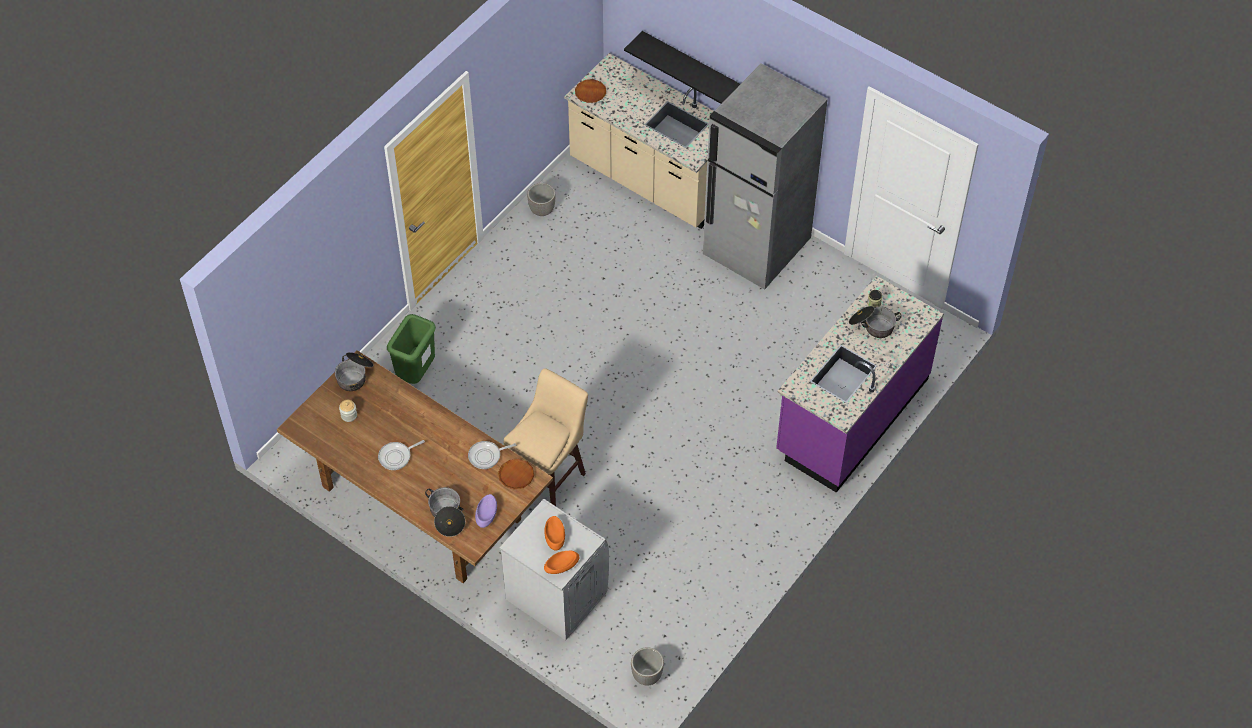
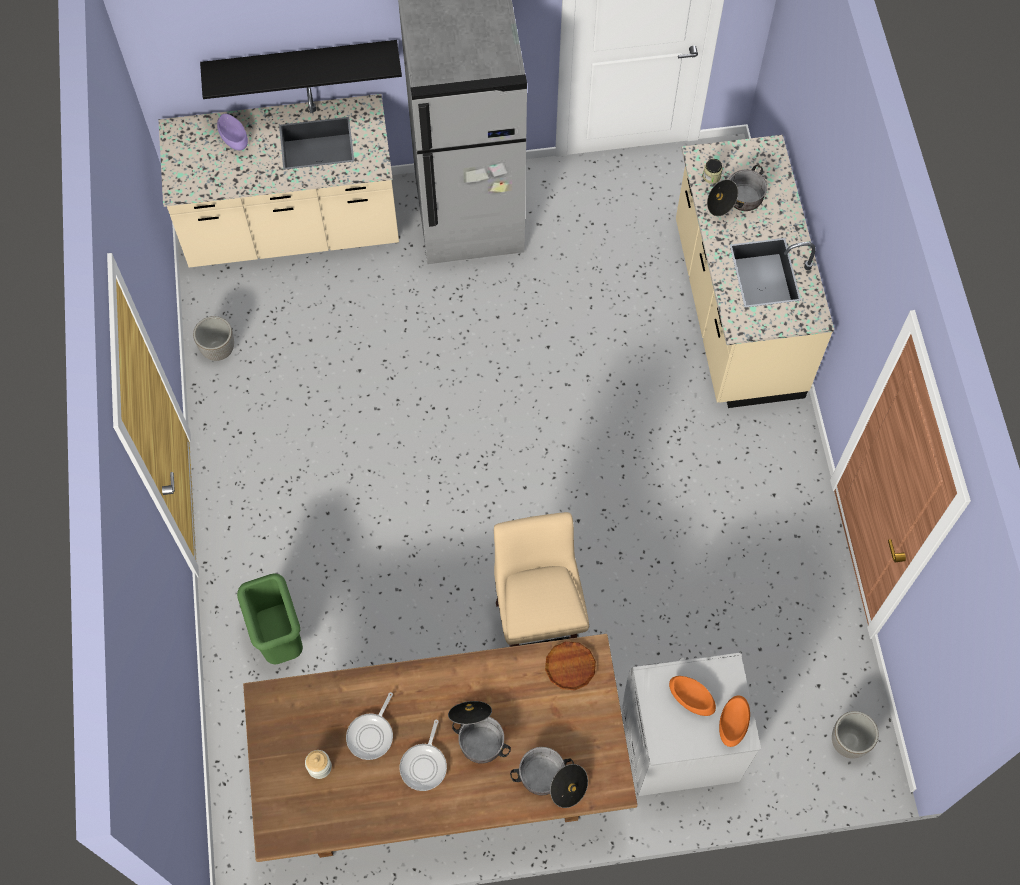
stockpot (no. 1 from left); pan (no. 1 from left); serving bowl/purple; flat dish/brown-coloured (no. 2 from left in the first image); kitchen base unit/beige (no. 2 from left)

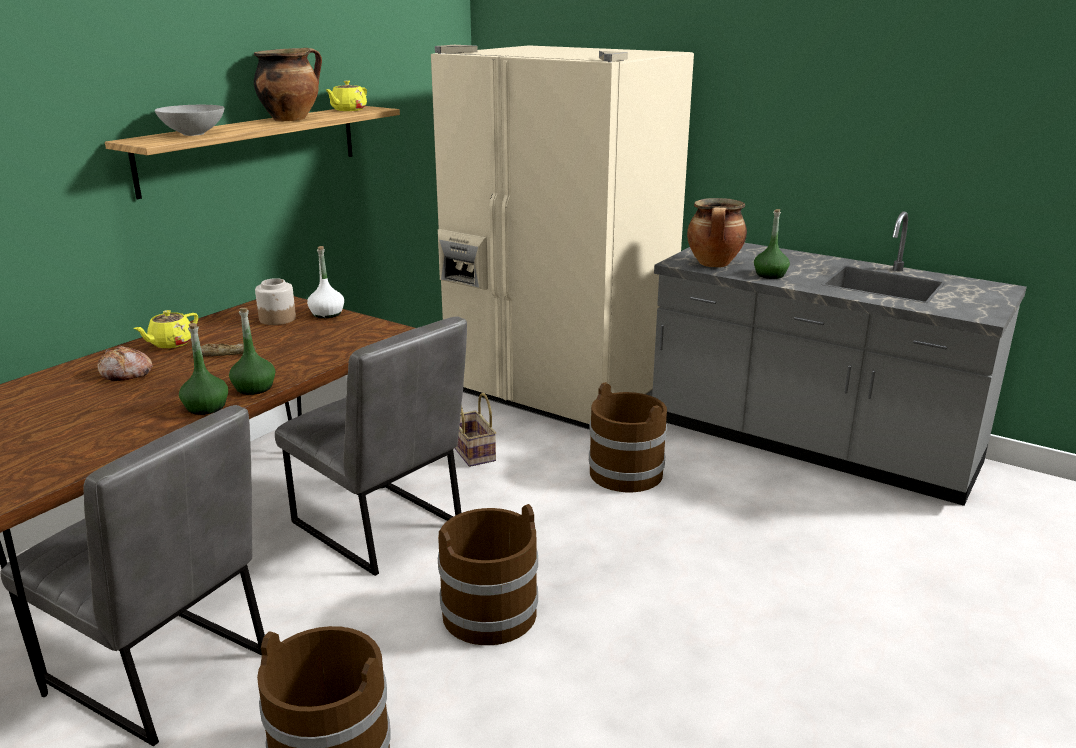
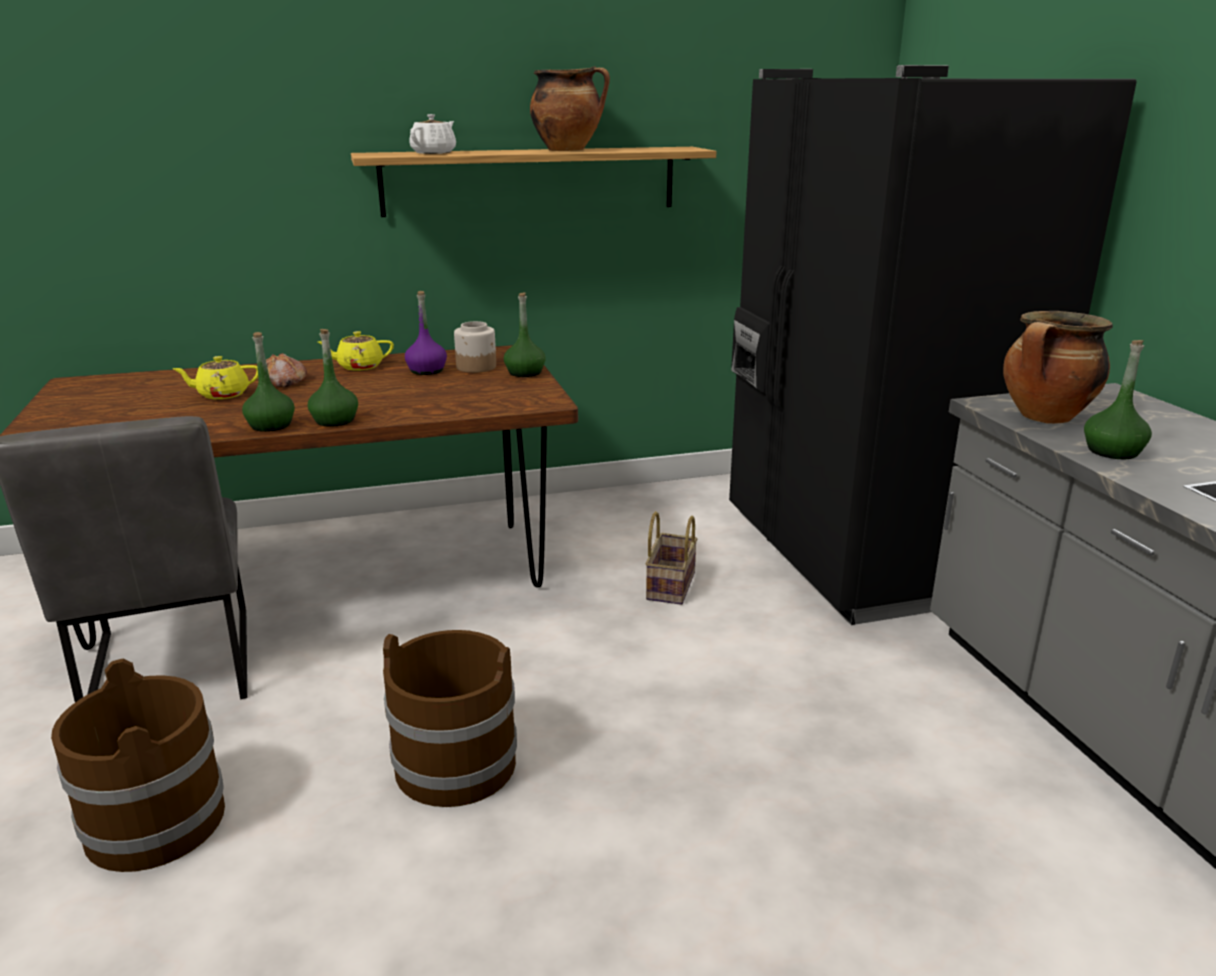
tea pot/white-coloured; baked bread (no. 2 from left in the first image); upright chair/gray (no. 2 from left in the first image); beverage bottle/green (no. 3 from left); tea pot/yellow-coloured (no. 1 from left); kitchen fridge/black-coloured; pail/brown-coloured (no. 3 from left in the first image); beverage bottle/purple

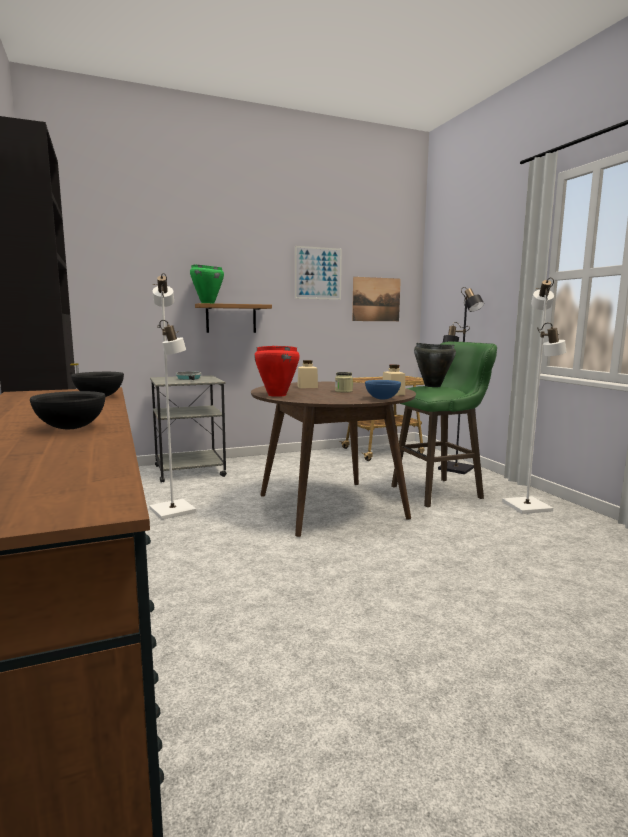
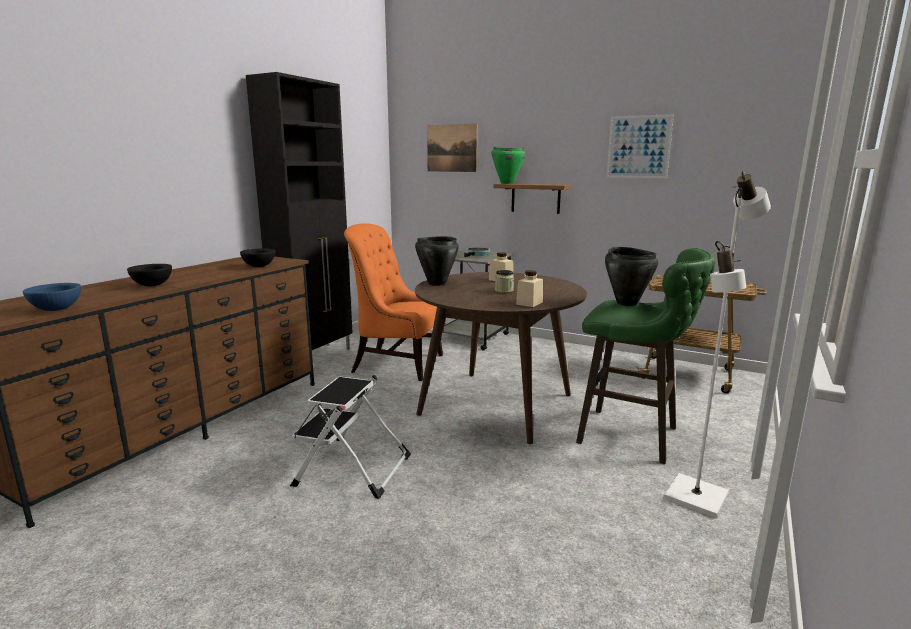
upright chair/orange; stockpot/black-coloured (no. 1 from left); wall picture (no. 1 from left); serving bowl/blue-coloured; standing lamp/black-coloured; step ladder

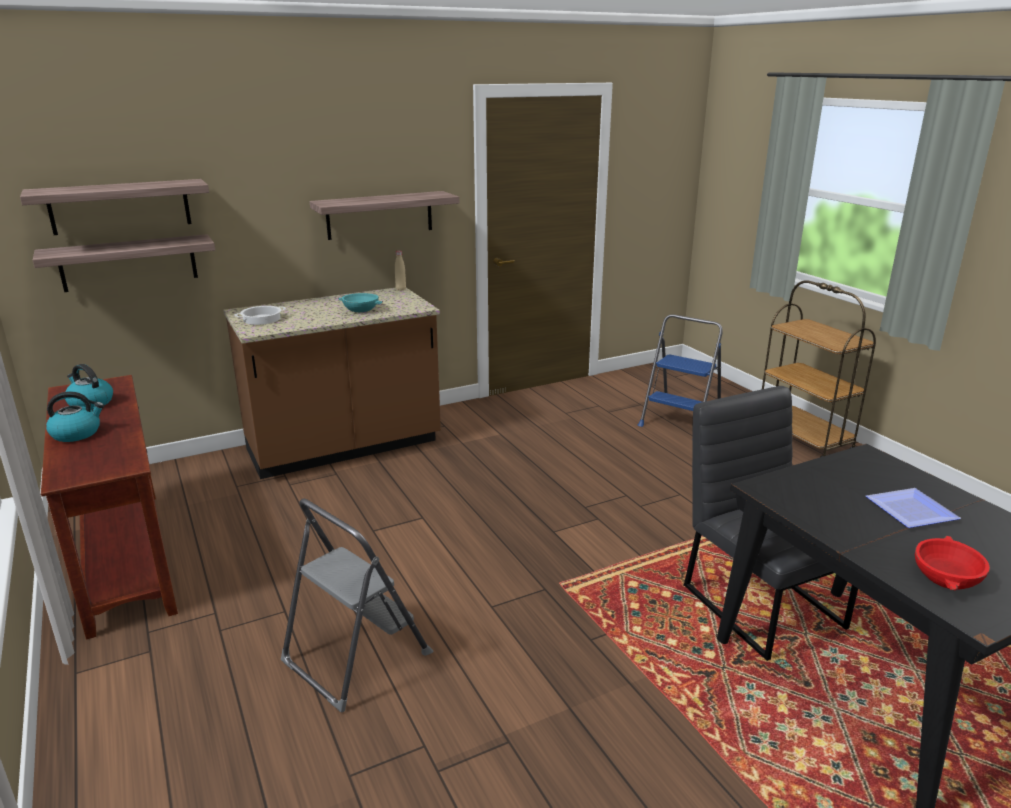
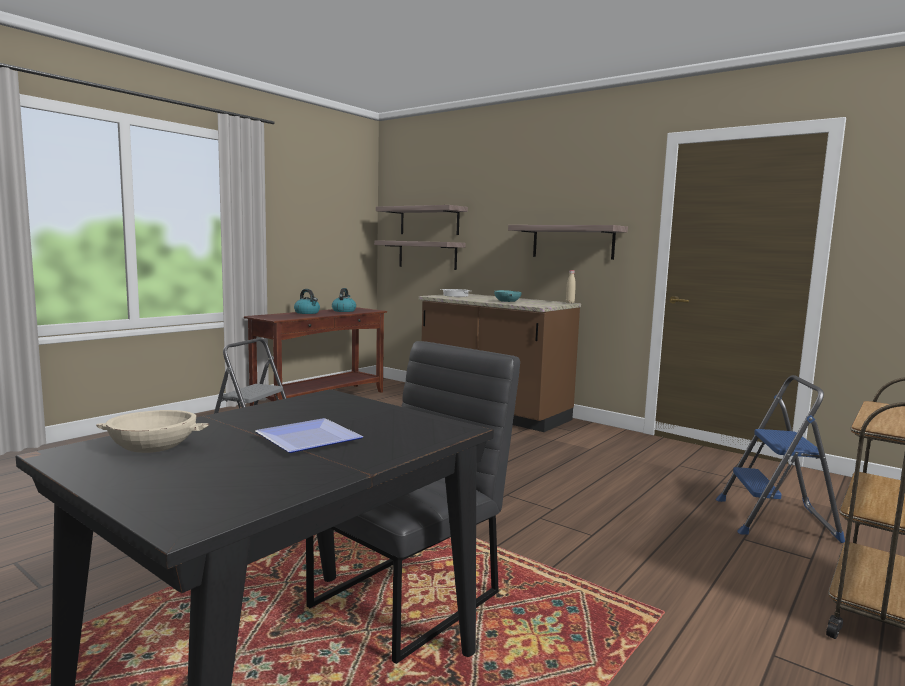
serving bowl/beige

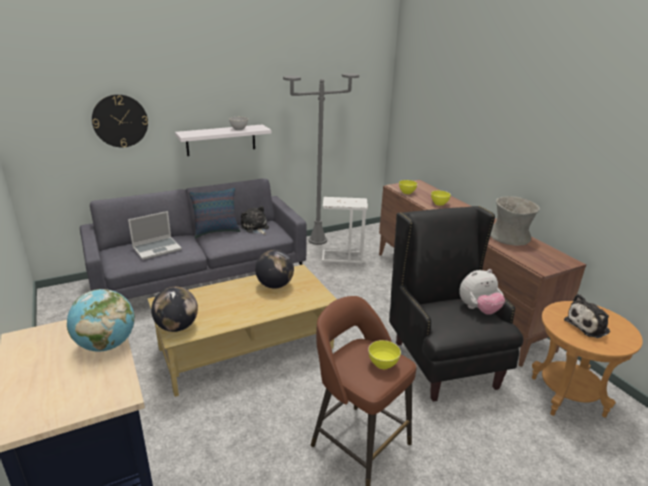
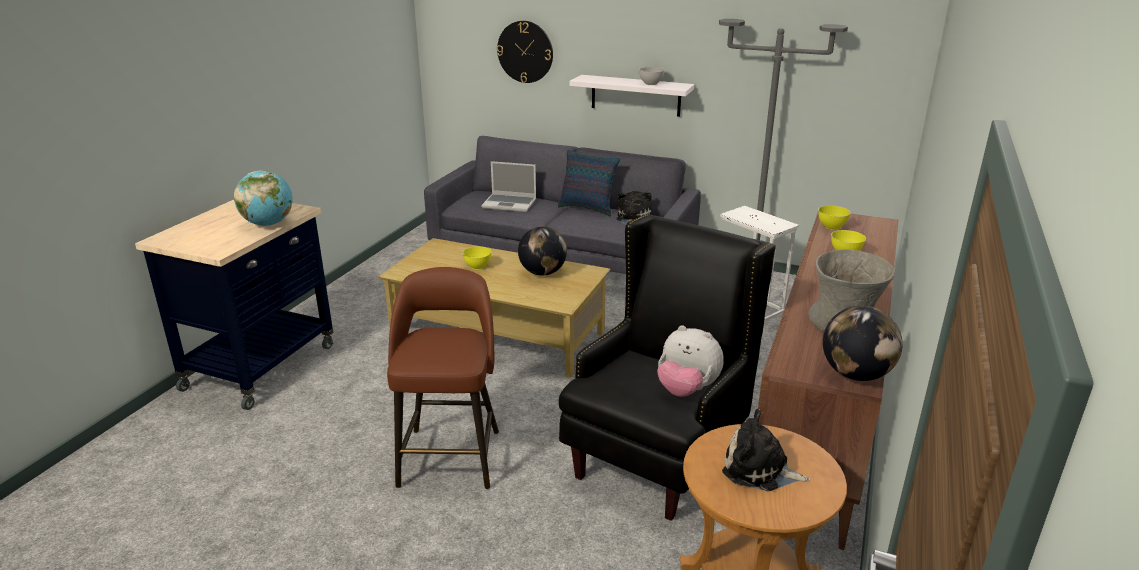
world globe (no. 3 from left); serving bowl/yellow-coloured (no. 1 from left)

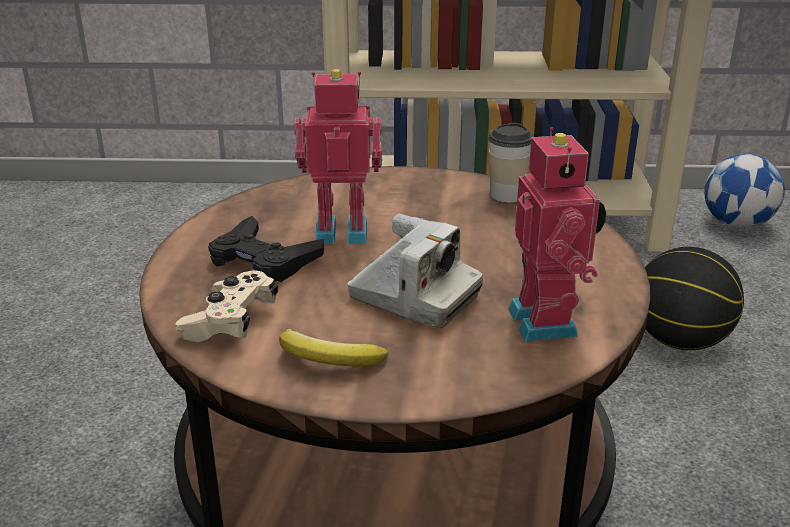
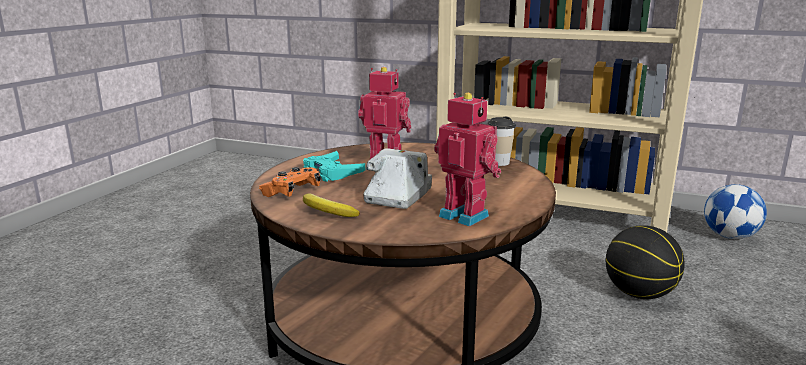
game controller/orange; game controller/turquoise; still camera; robot figure (no. 2 from left)

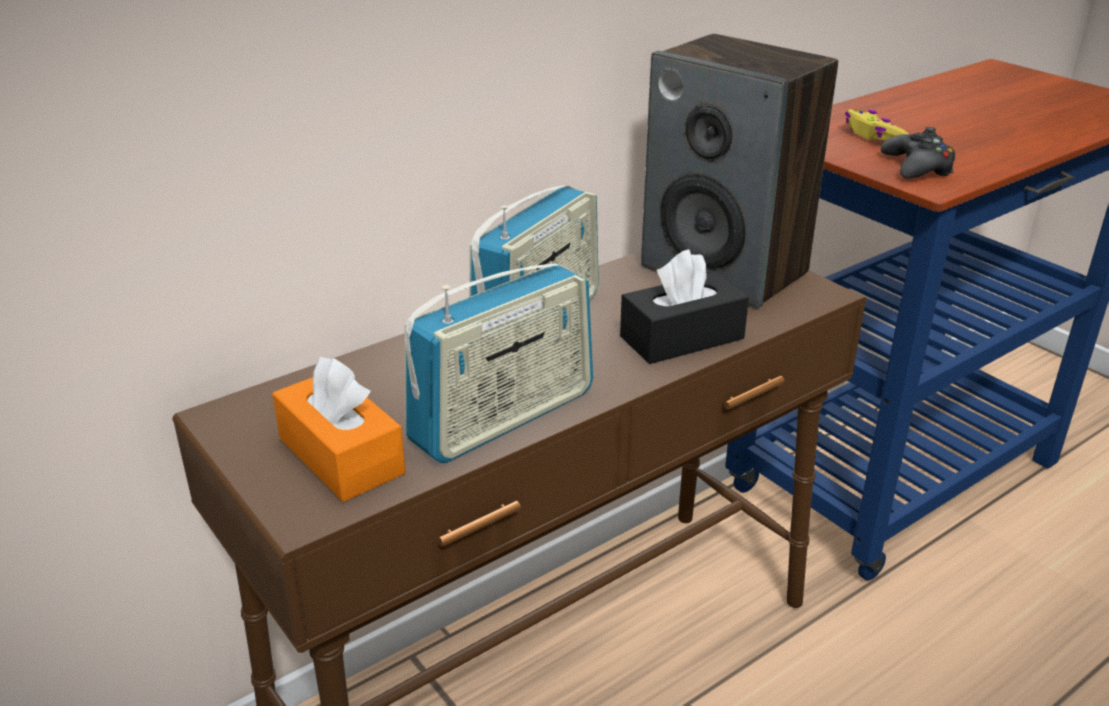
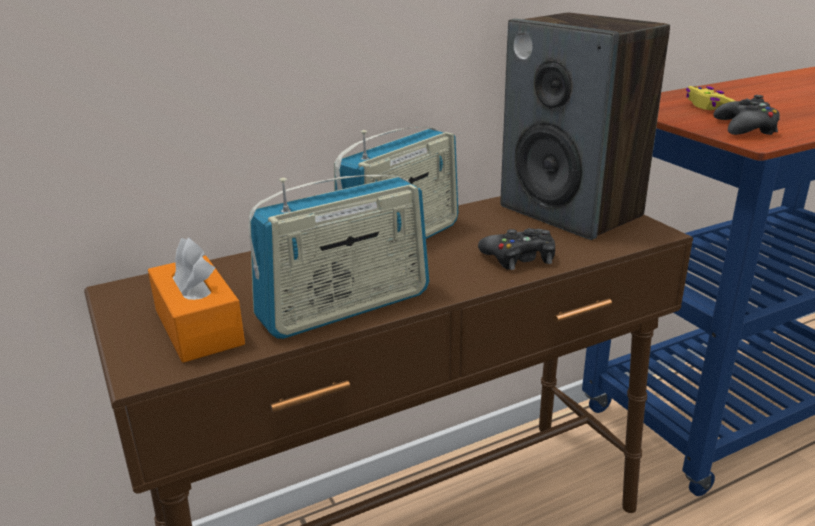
game controller/black-coloured (no. 1 from left)

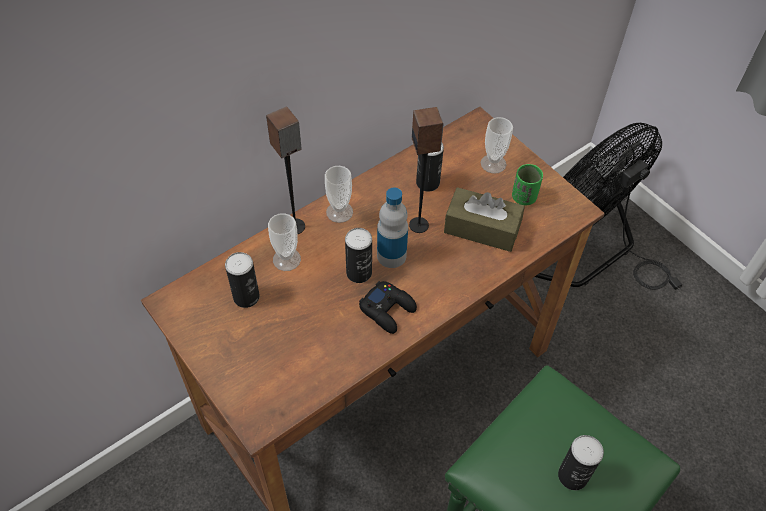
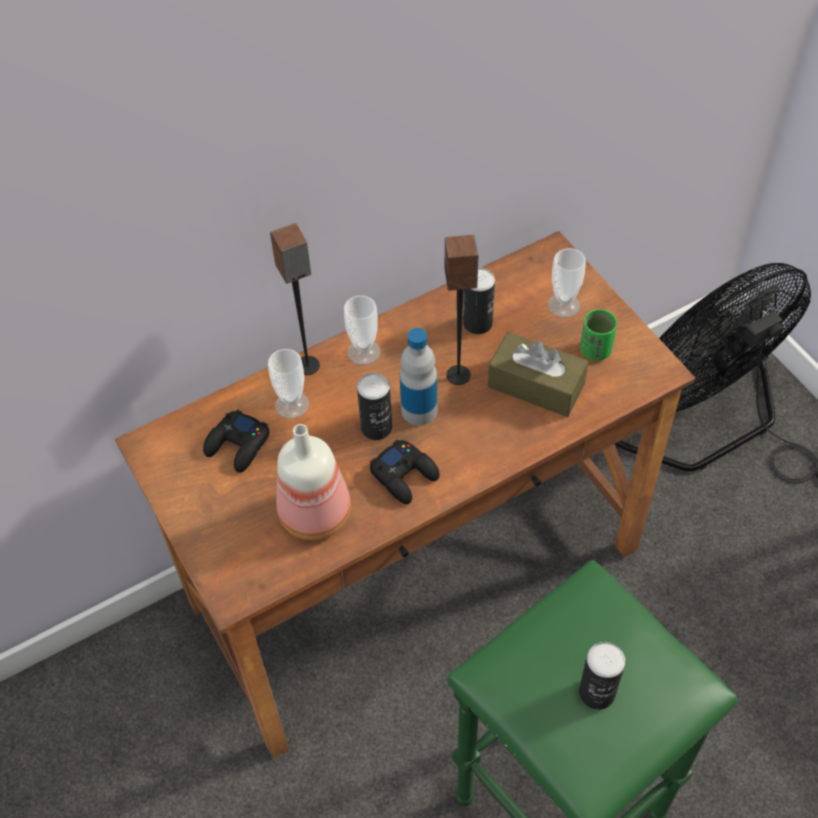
game controller/black-coloured (no. 1 from left); beverage bottle (no. 1 from left)

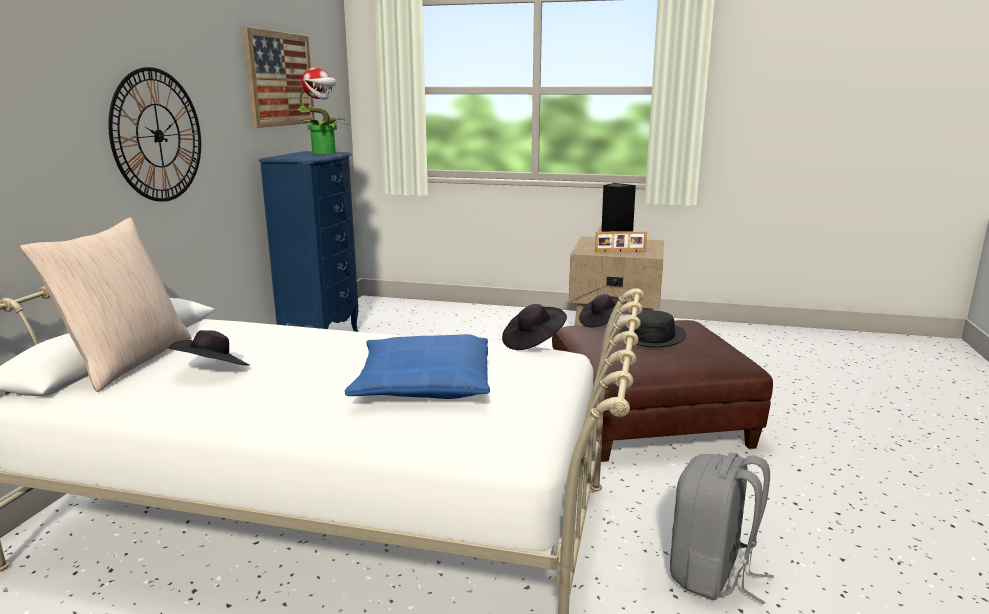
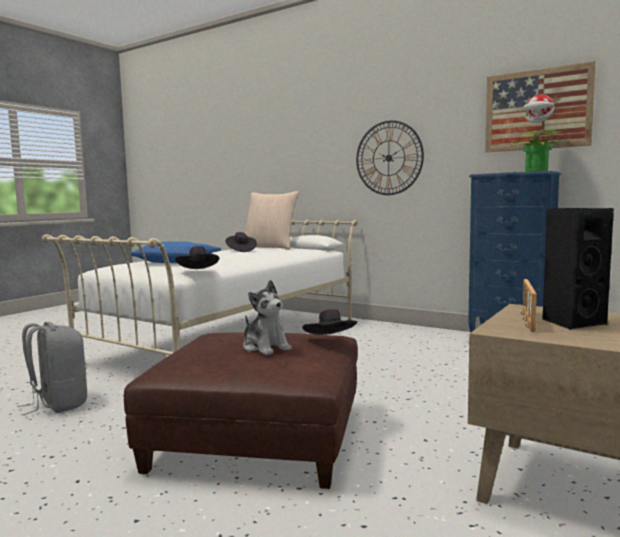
soft toy

